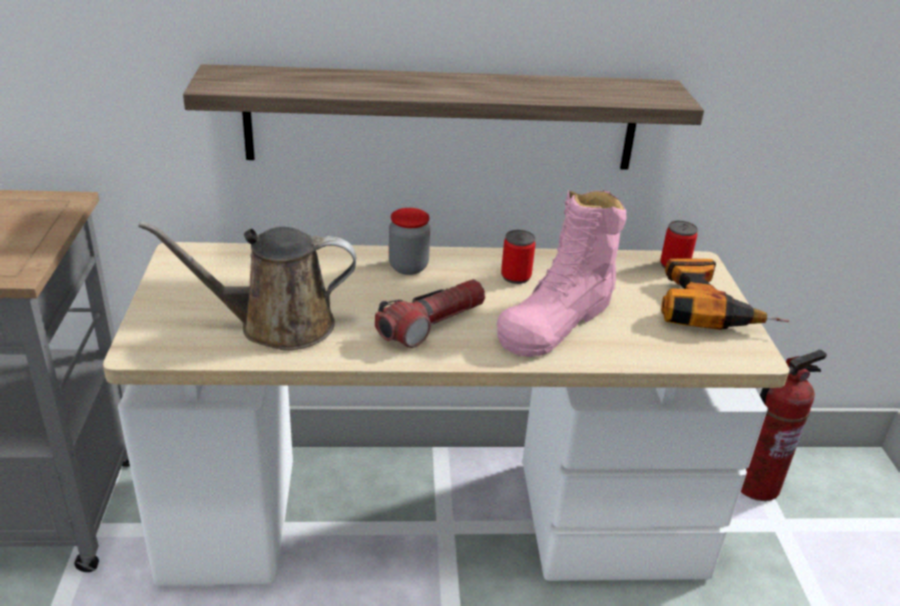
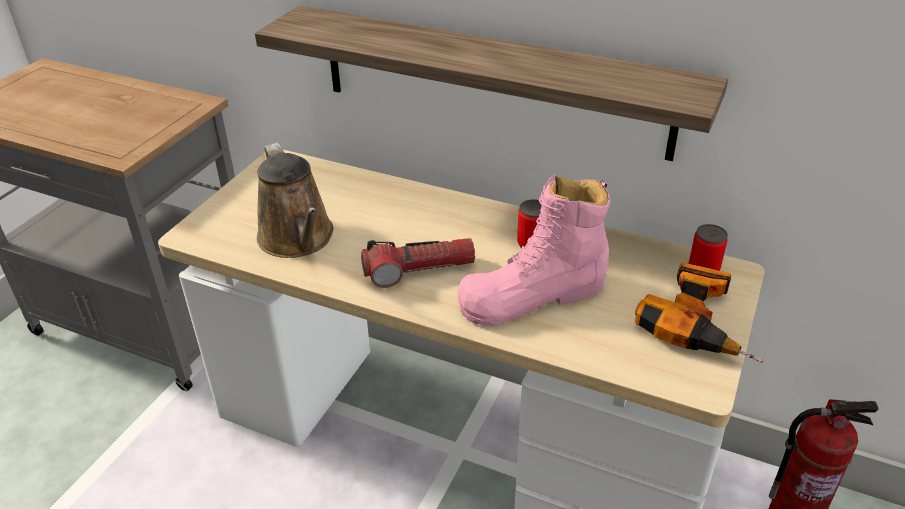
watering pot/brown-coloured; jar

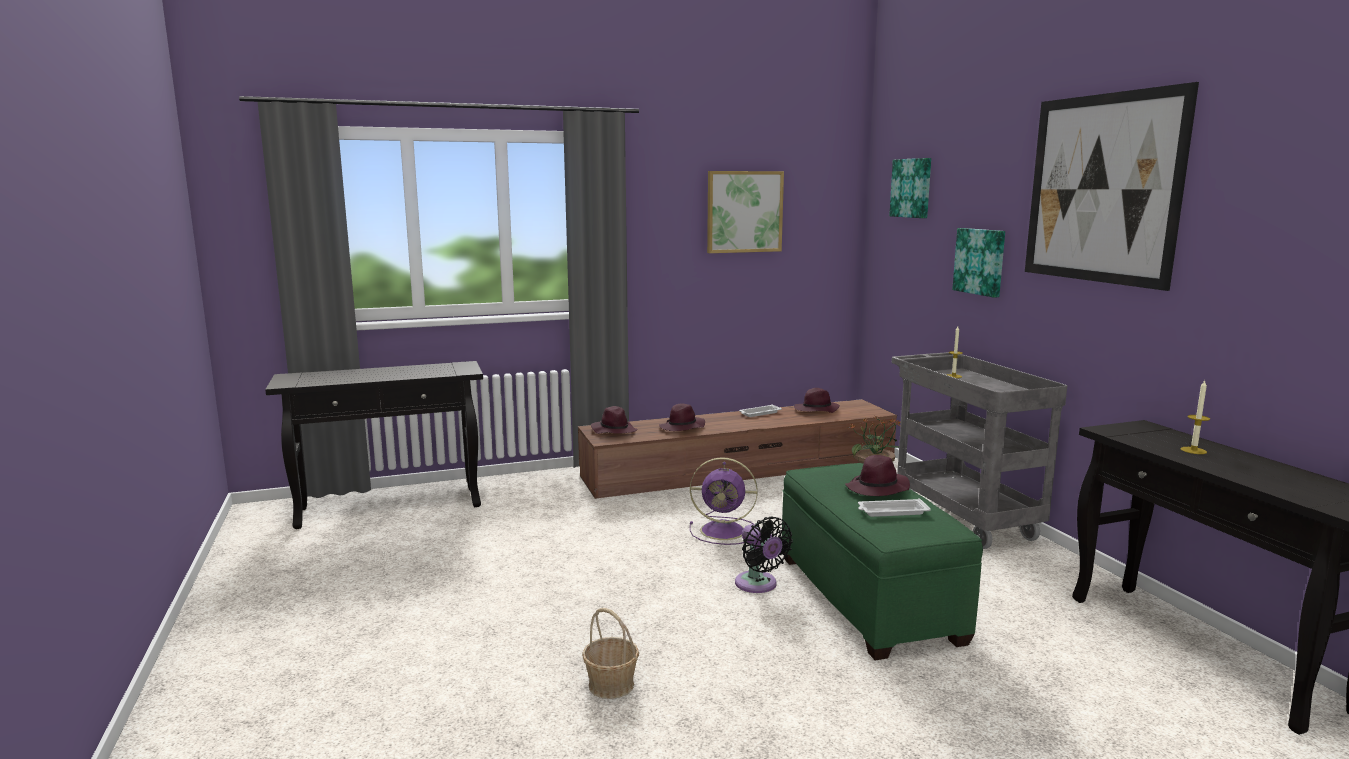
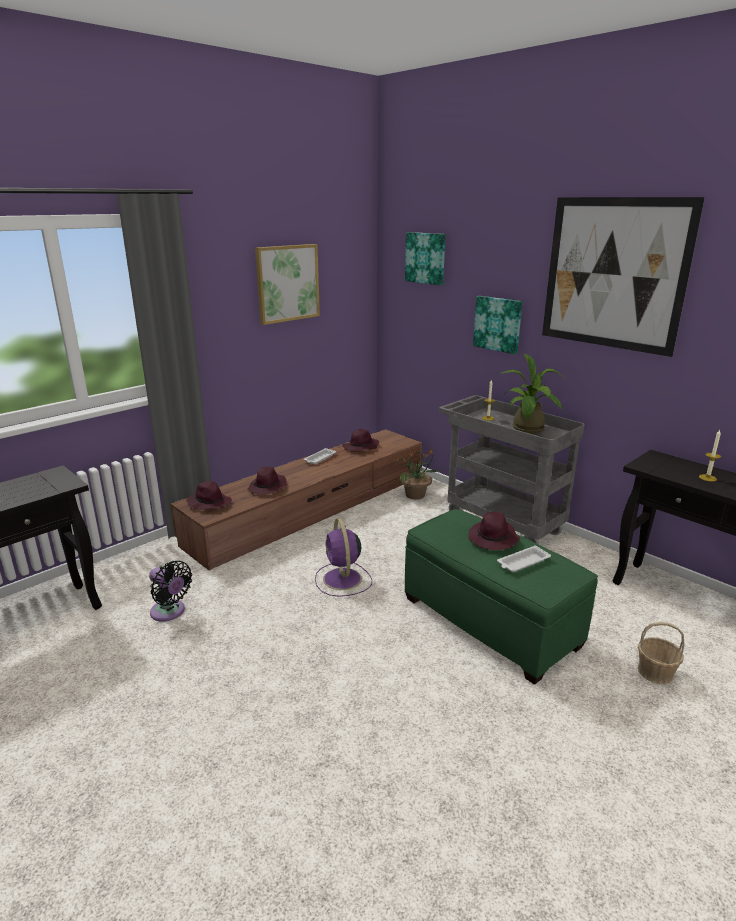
storage basket; cooling fan/purple; cooling fan/black-coloured; potted plant (no. 2 from left)

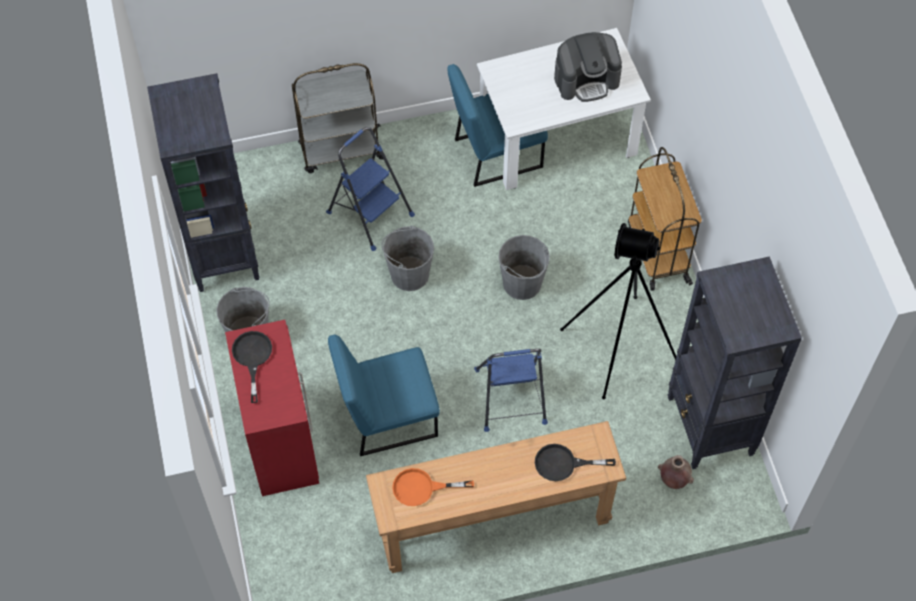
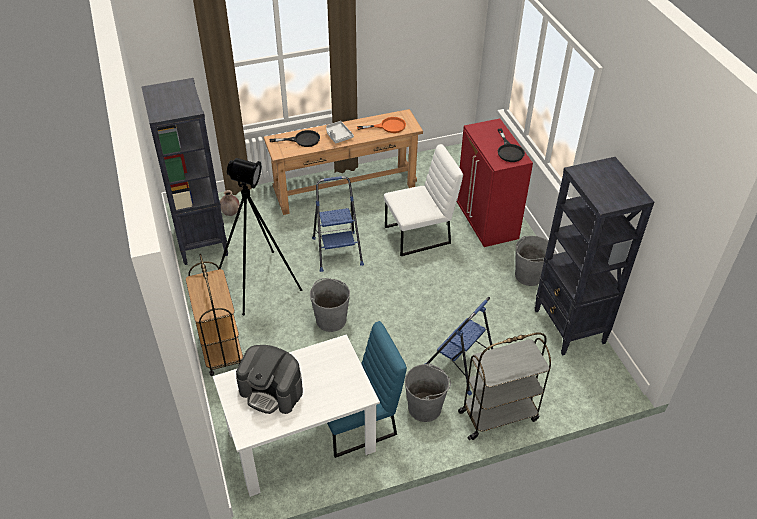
upright chair/white-coloured; pail/gray (no. 2 from left); coffee maker; carrying tray/gray

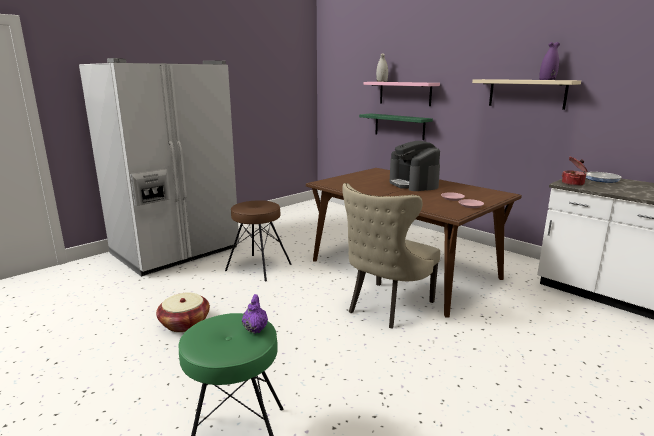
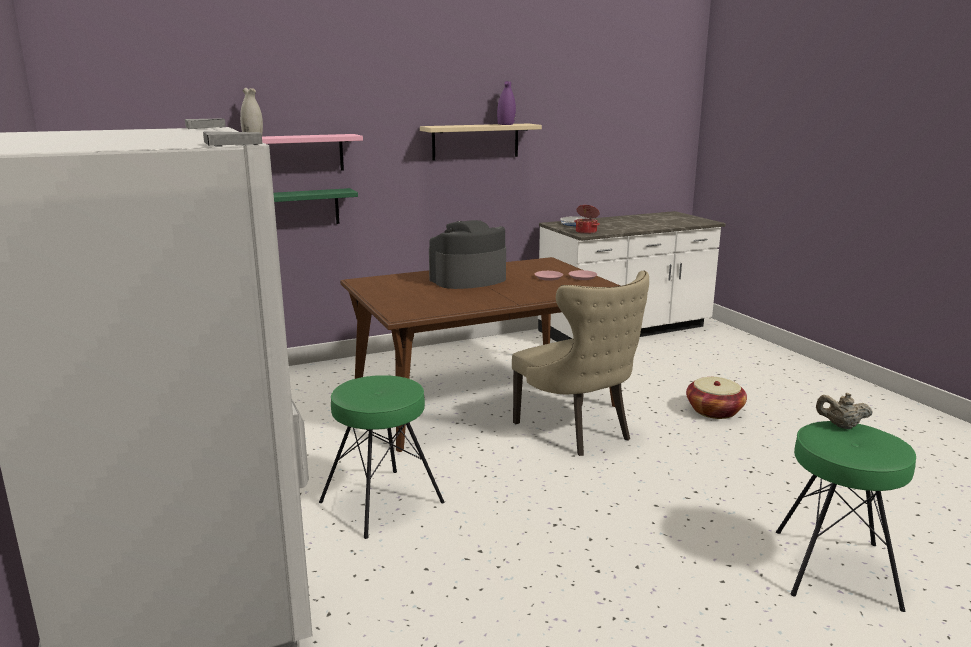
storage basket; stool seat/green (no. 1 from left); tea pot/beige; coffee maker

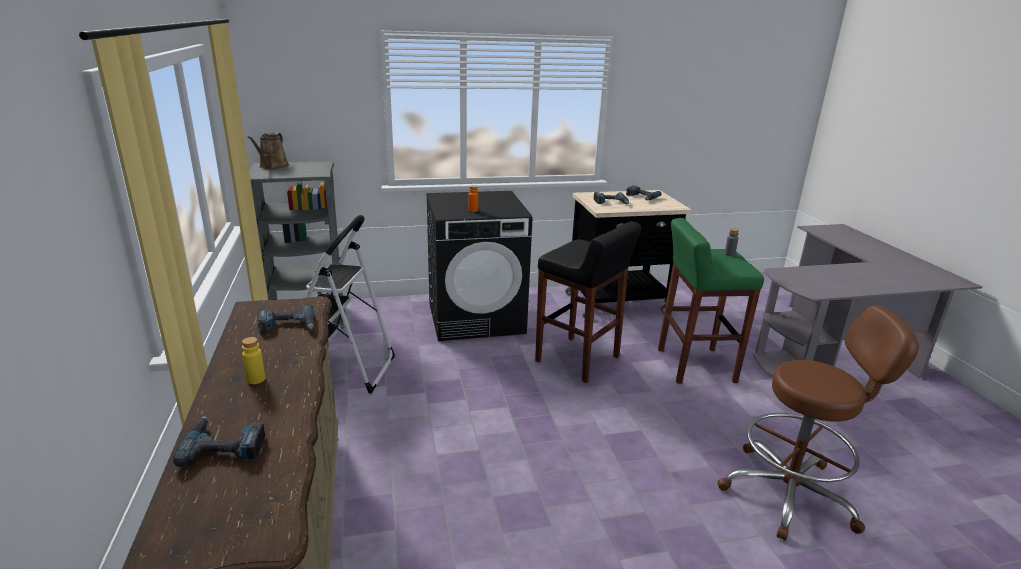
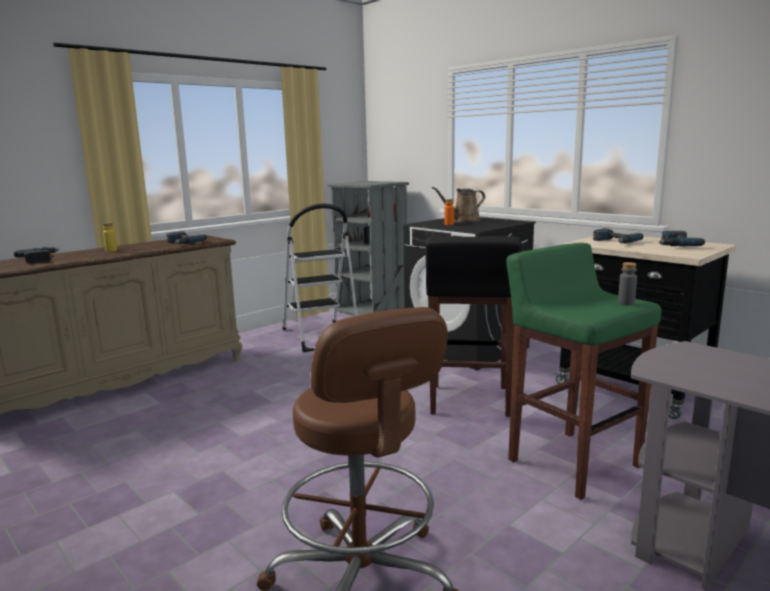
watering pot/brown-coloured

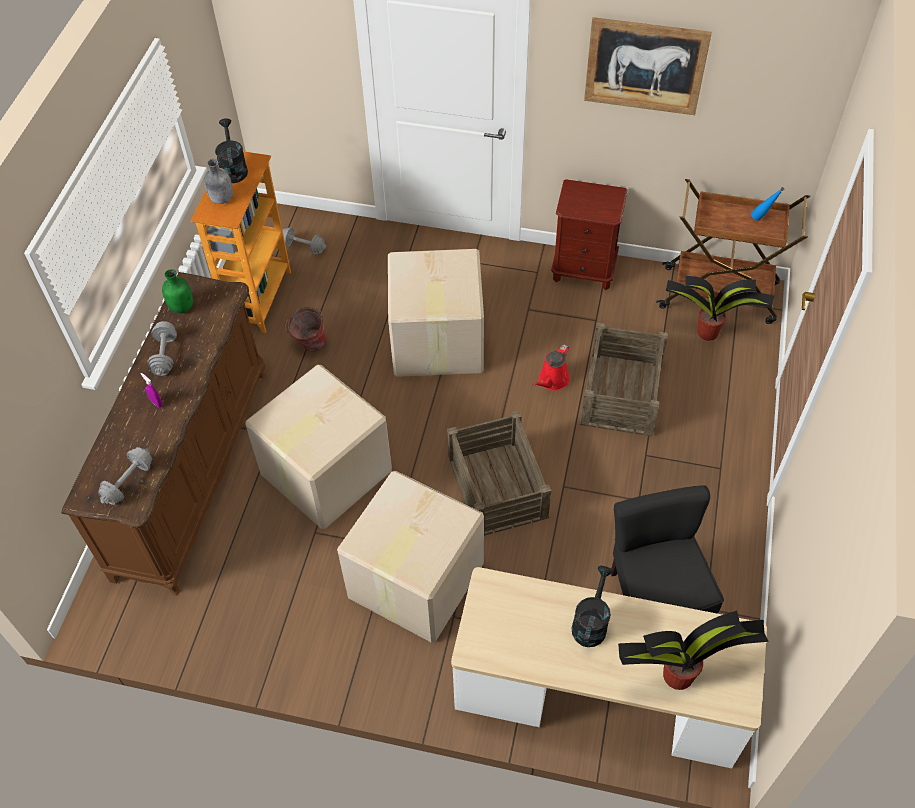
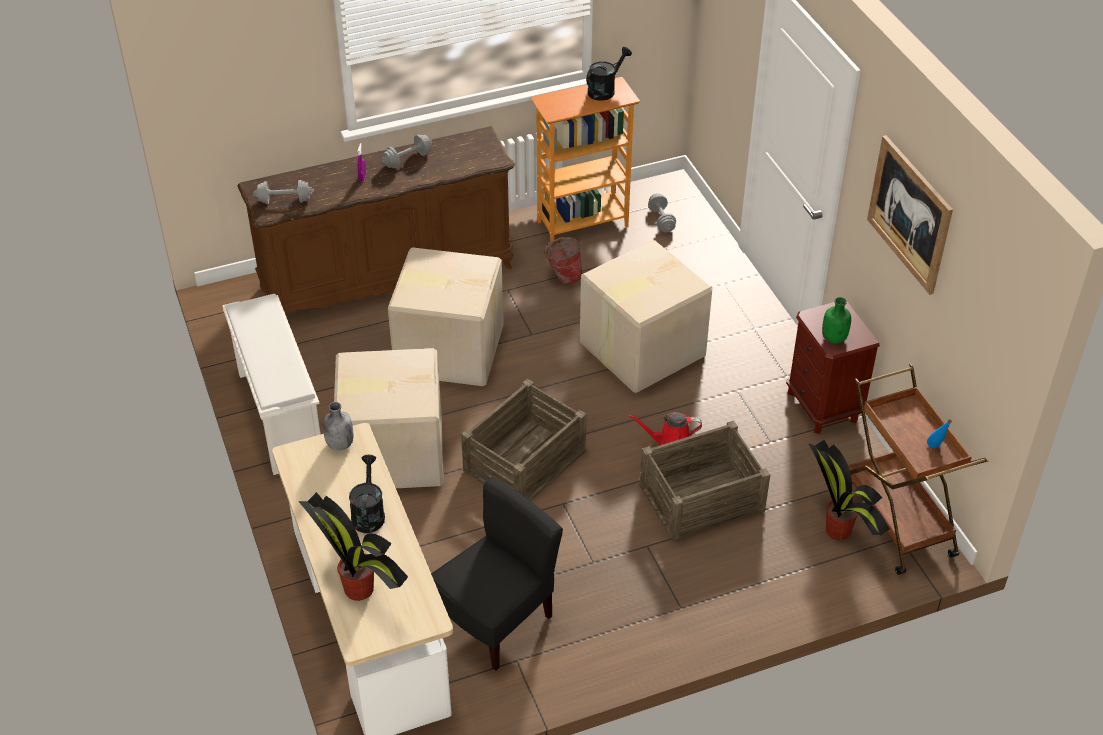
beverage bottle/green; beverage bottle/gray; watering pot/black-coloured (no. 1 from left); shoe stand/white-coloured

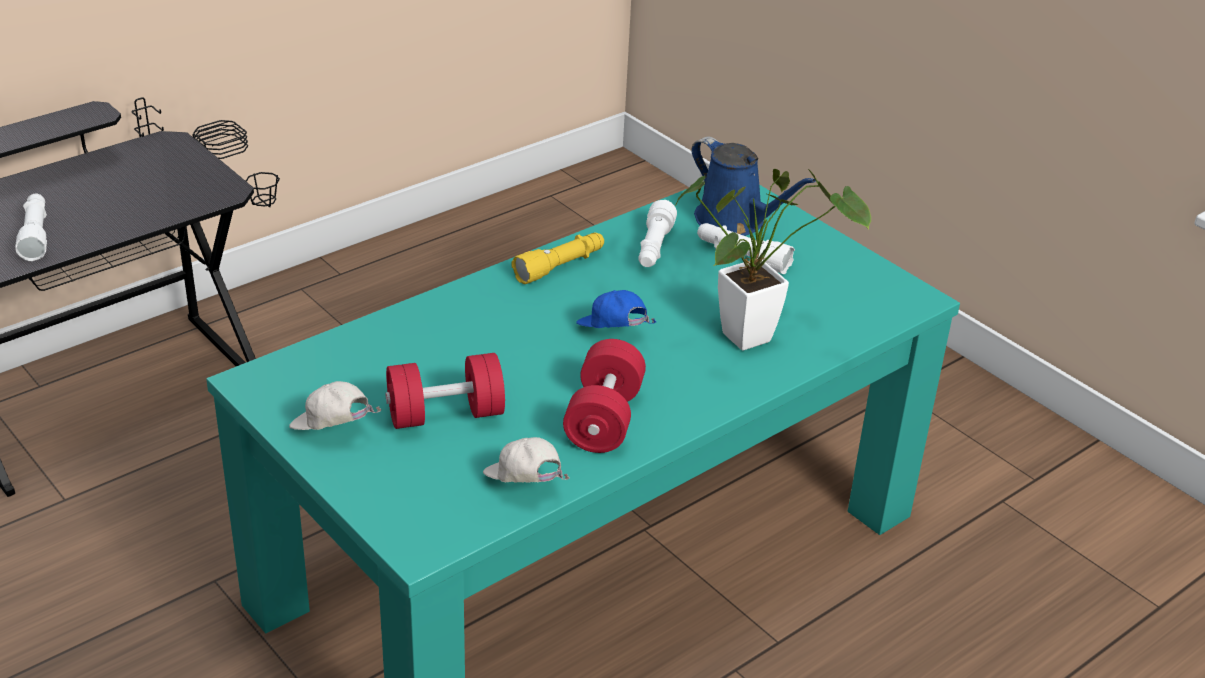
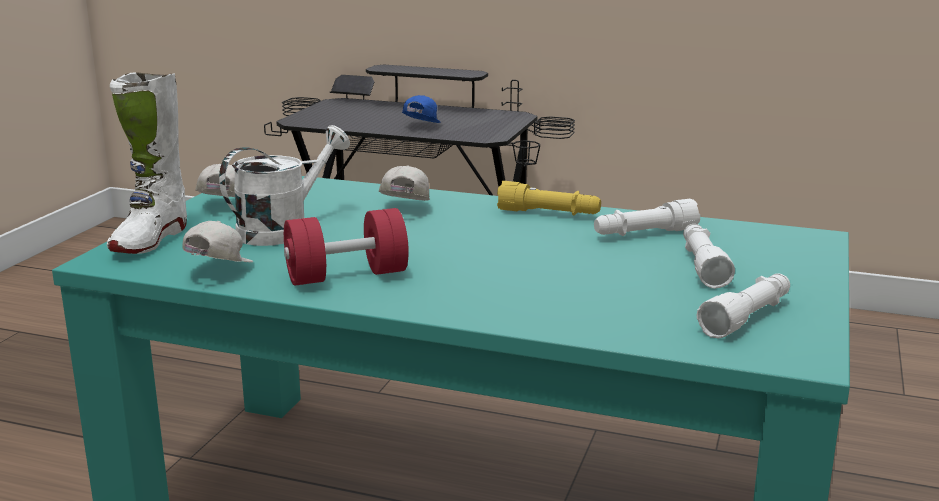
hand torch/white-coloured (no. 3 from left); watering pot/white-coloured; baseball cap/blue-coloured; potted plant; watering pot/blue-coloured; boot/white-coloured; baseball cap/white-coloured (no. 3 from left)

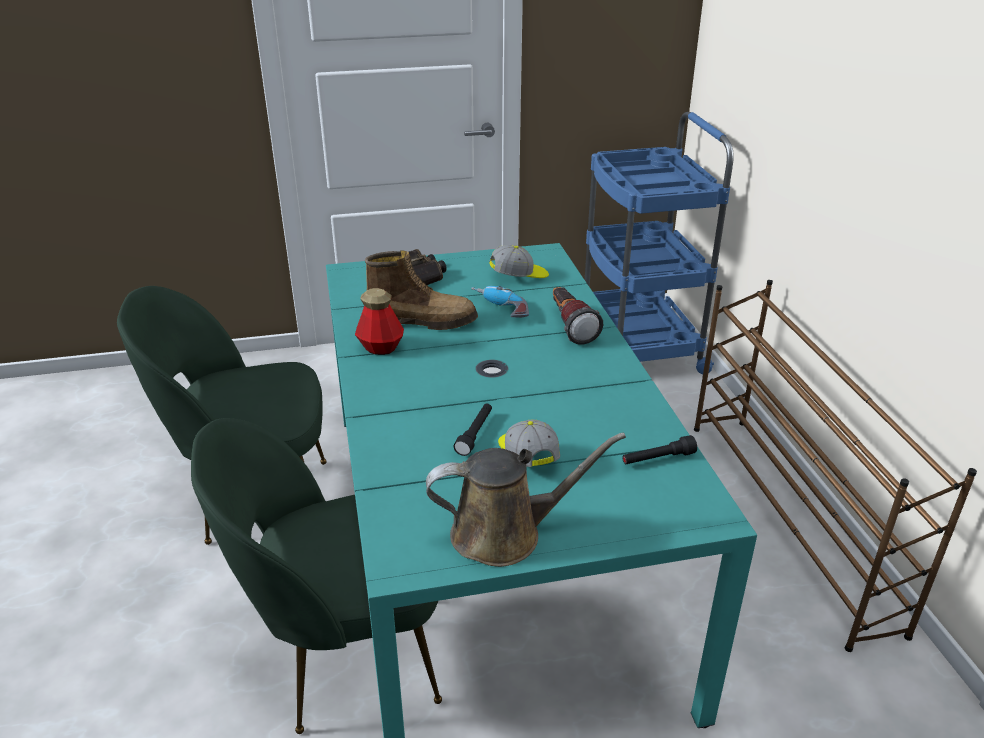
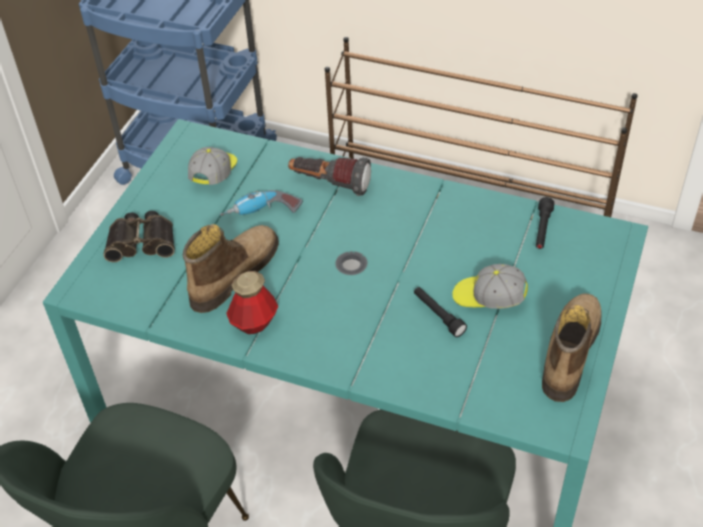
boot (no. 2 from left)

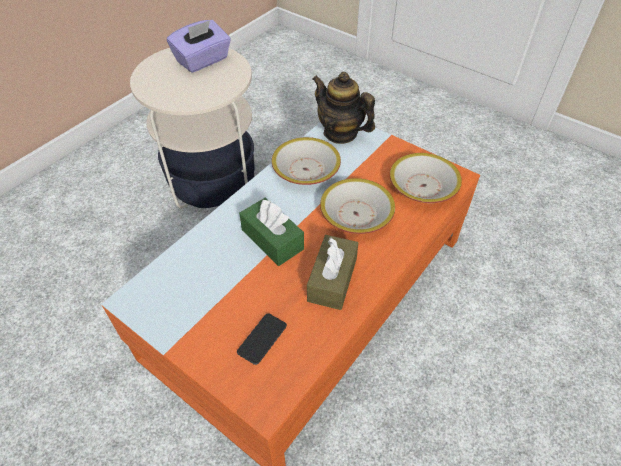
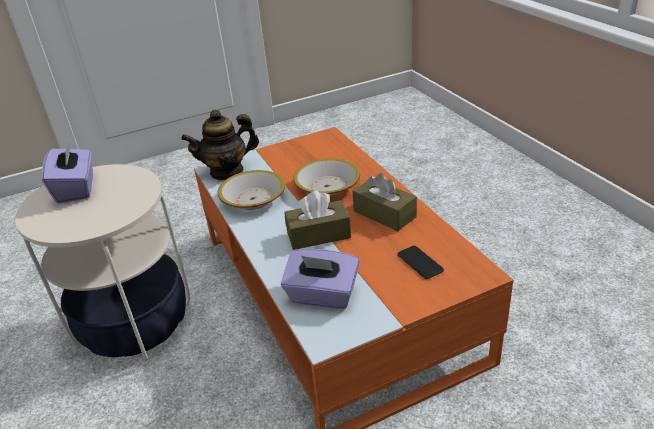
box of tissues/brown-coloured (no. 1 from left); serving bowl (no. 3 from left in the first image); box of tissues/purple (no. 2 from left)

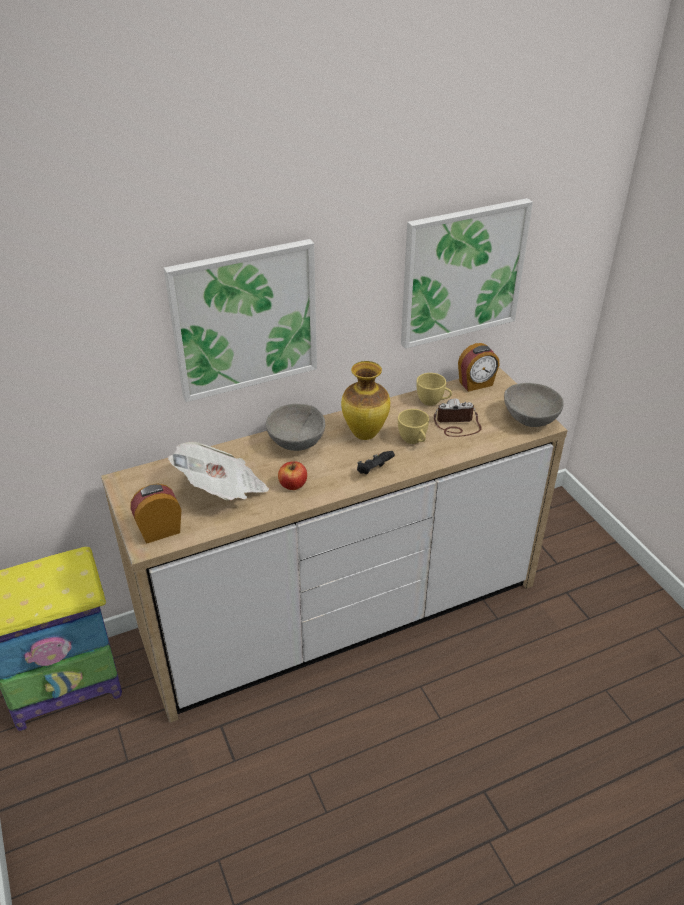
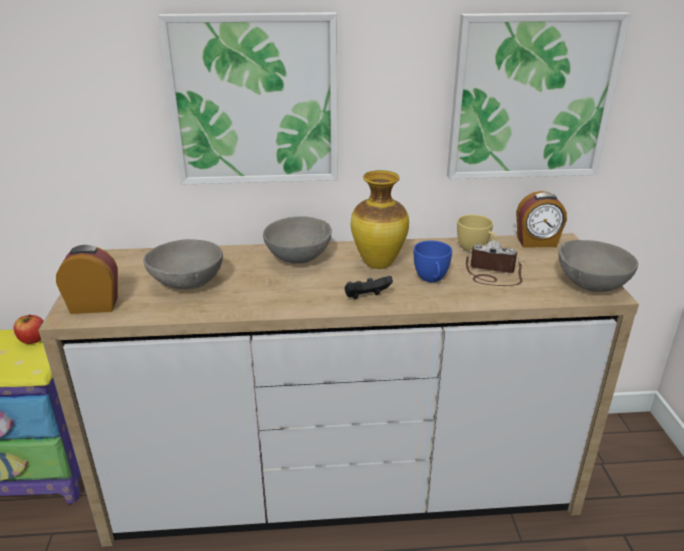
serving bowl/gray (no. 1 from left); apple; drinking cup/blue-coloured

